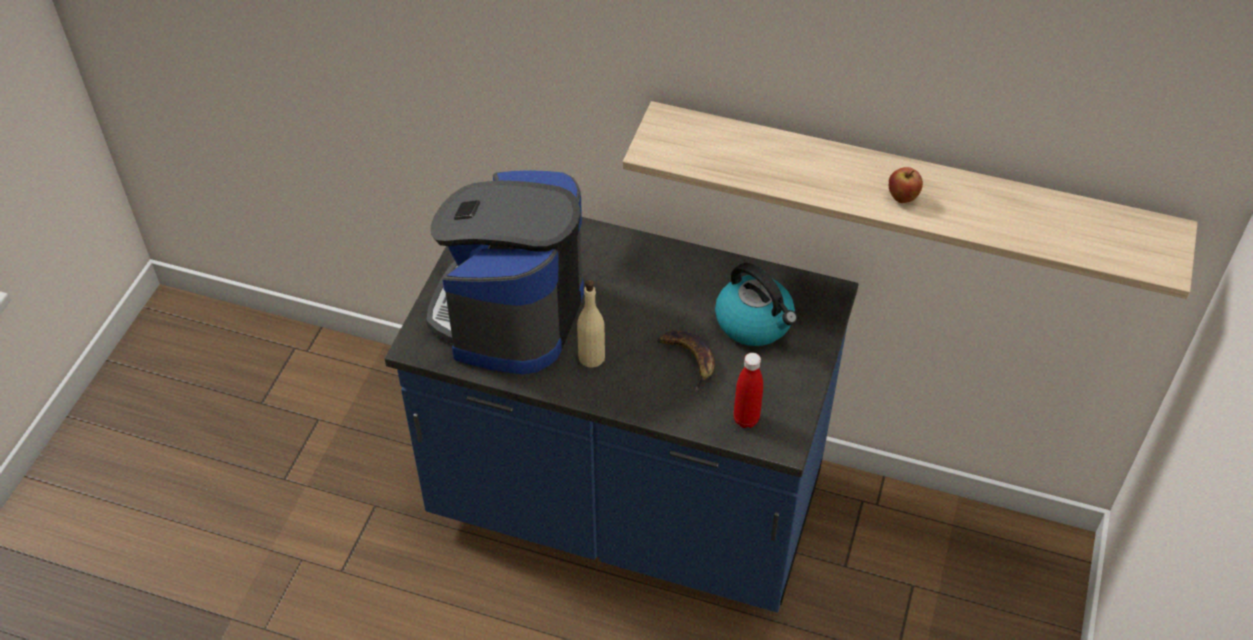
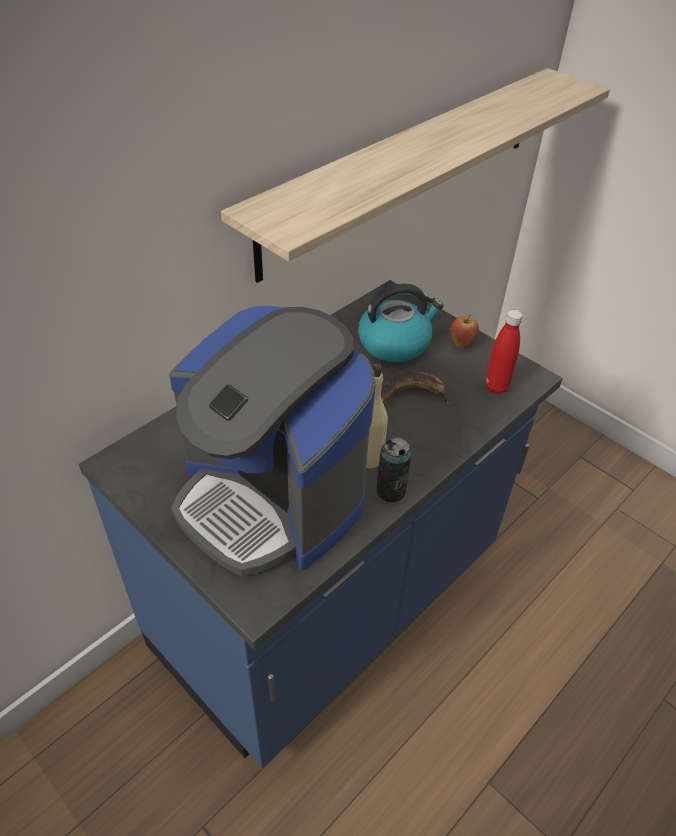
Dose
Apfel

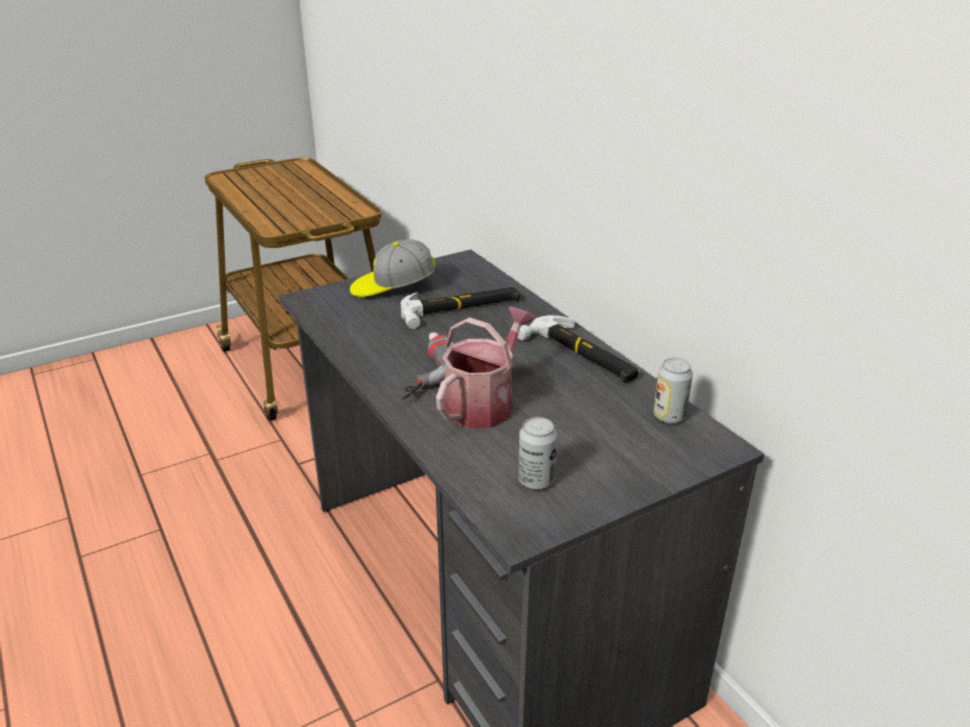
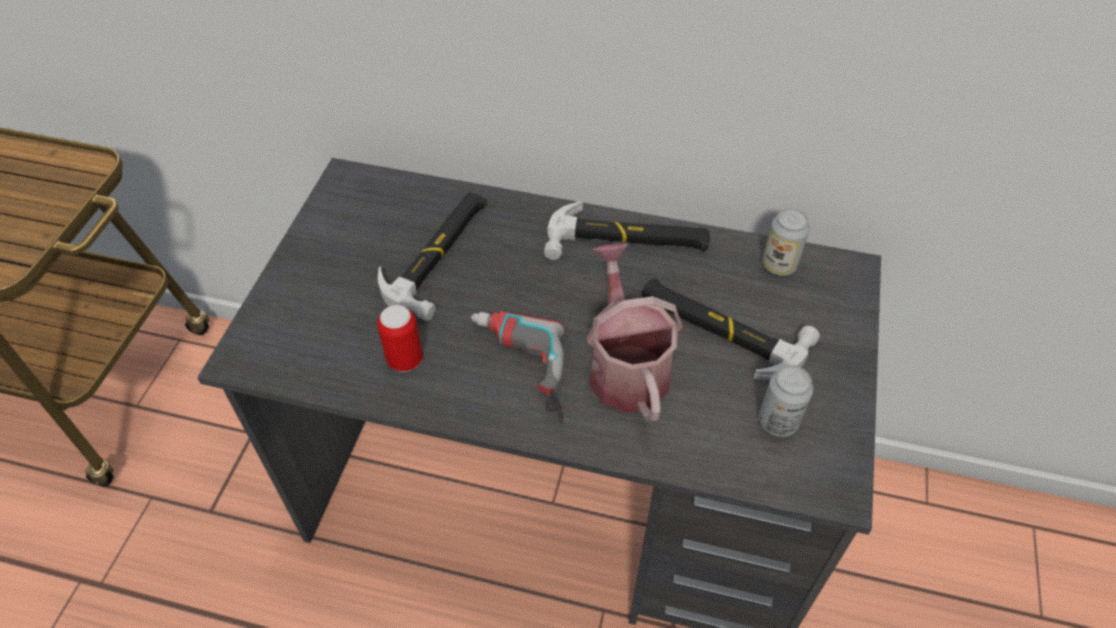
Kappe
Dose (no. 1 from left)
Hammer (no. 3 from left)

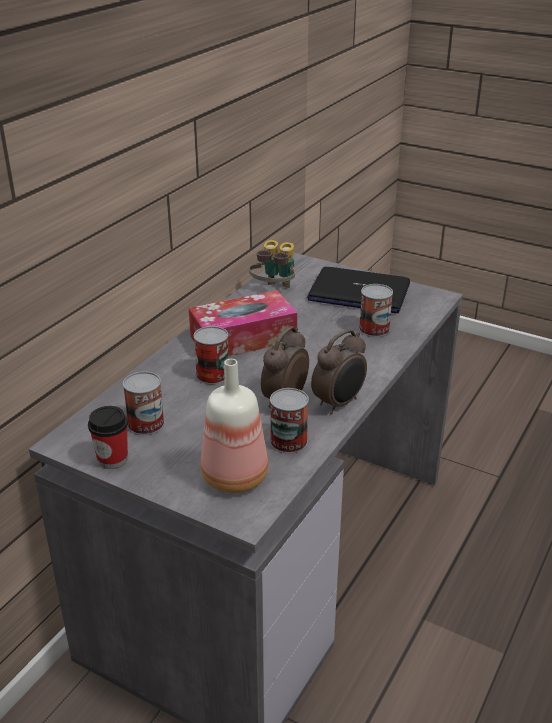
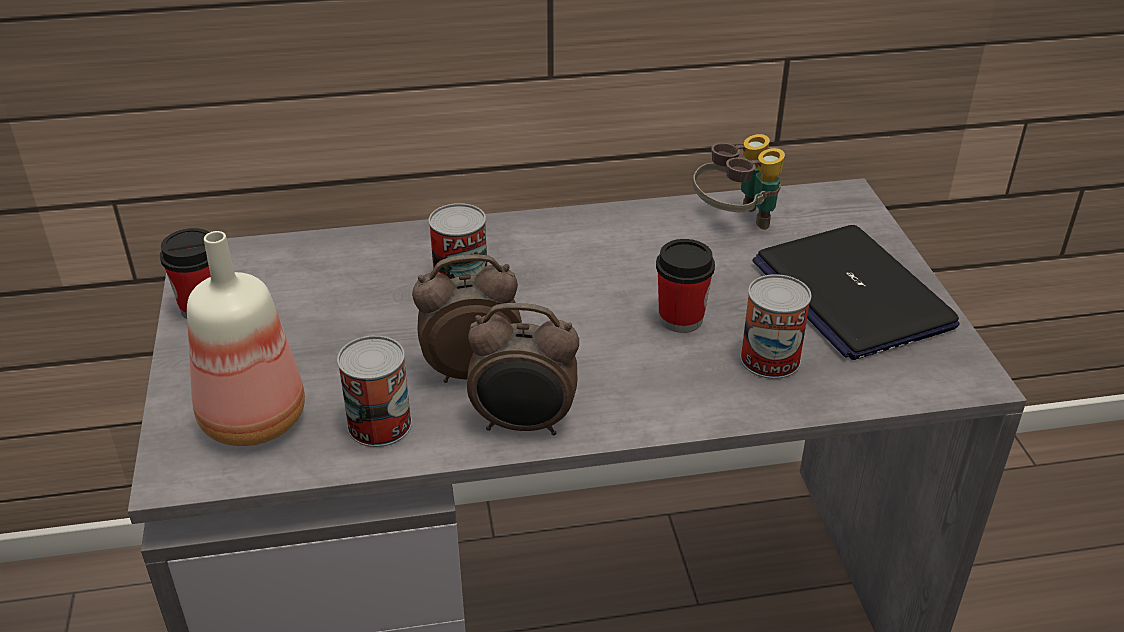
Dose (no. 1 from left in the first image)
Taschentuchbox
Tasse (no. 2 from left)

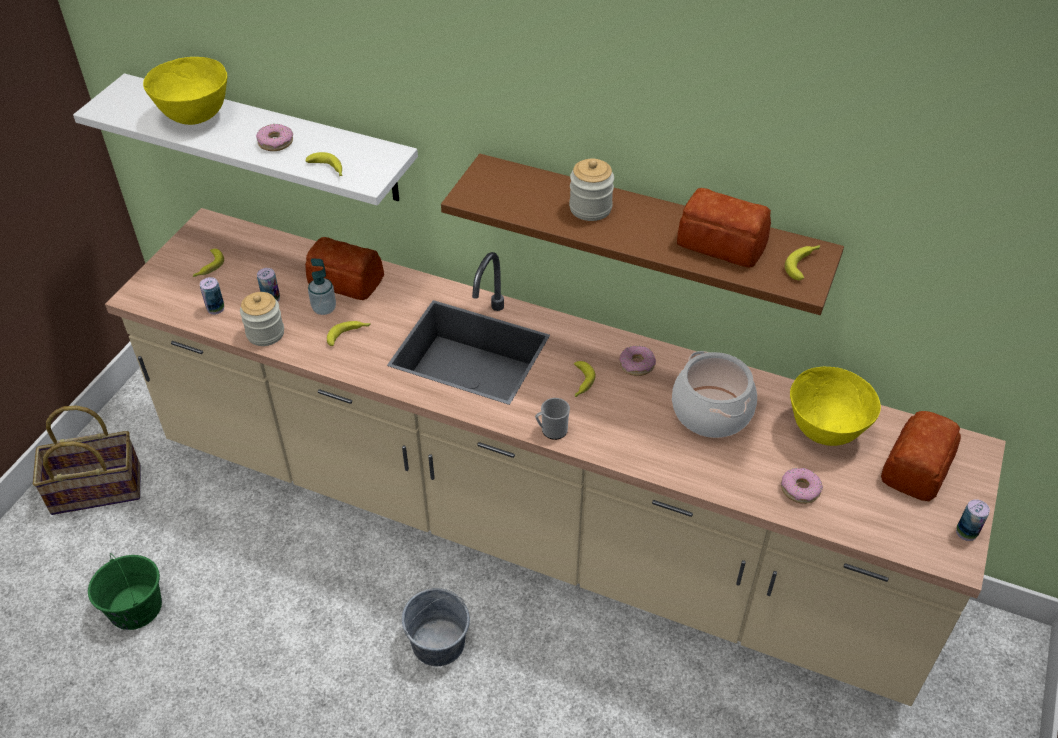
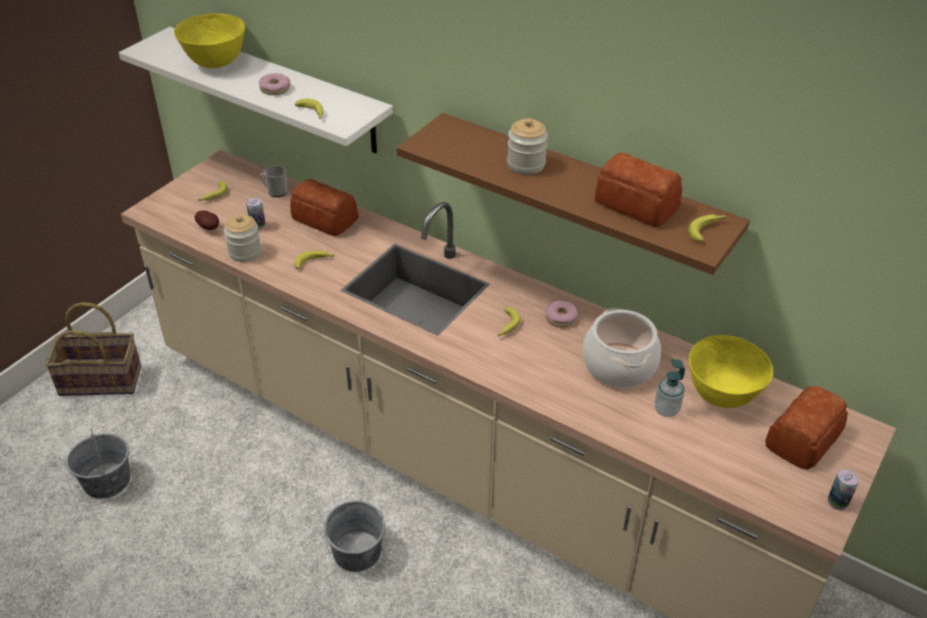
Donut (no. 3 from left in the first image)
Seifenspender
Henkelbecher
Kartoffel
Eimer [grau] (no. 1 from left)

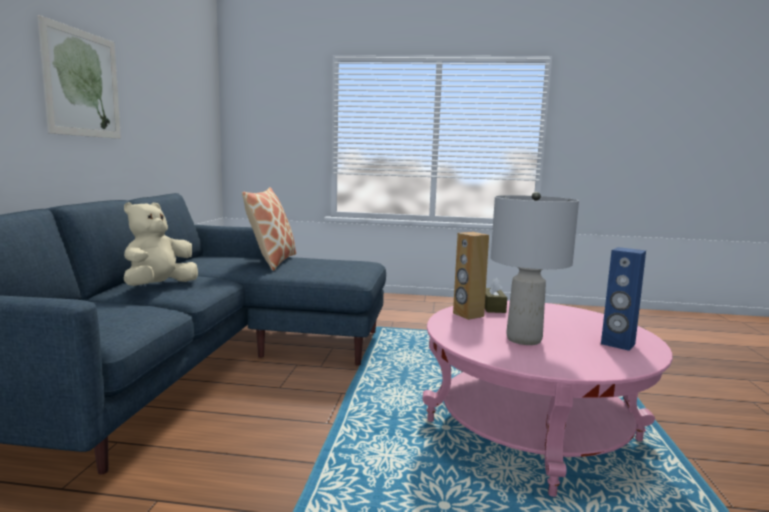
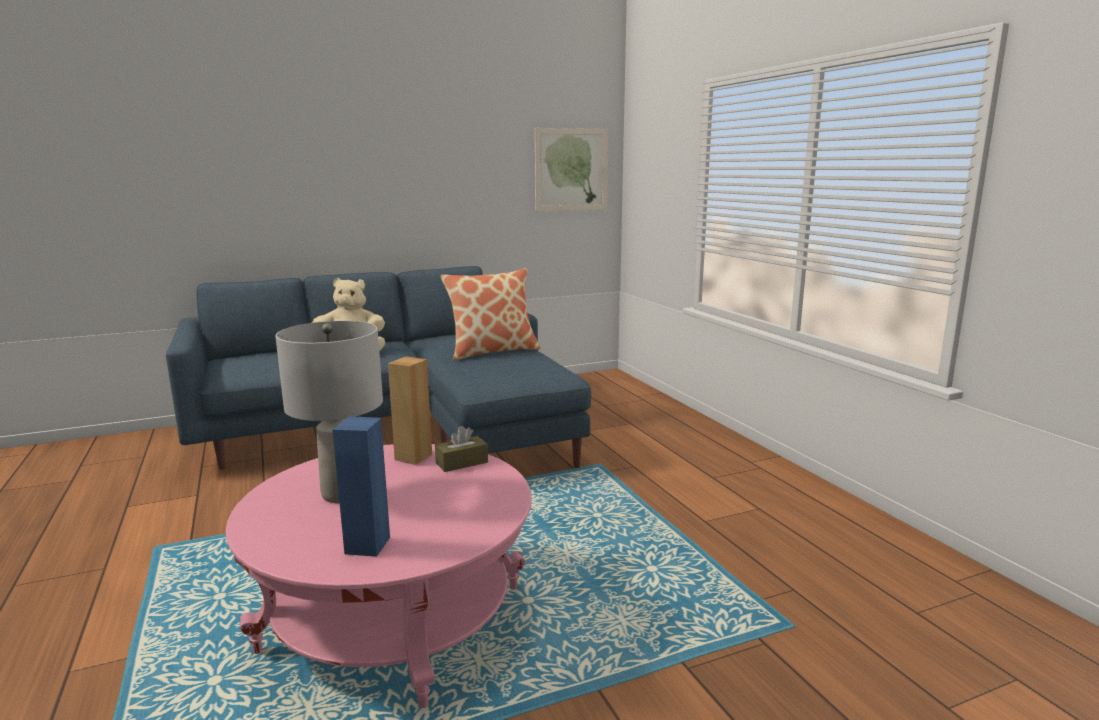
Bild

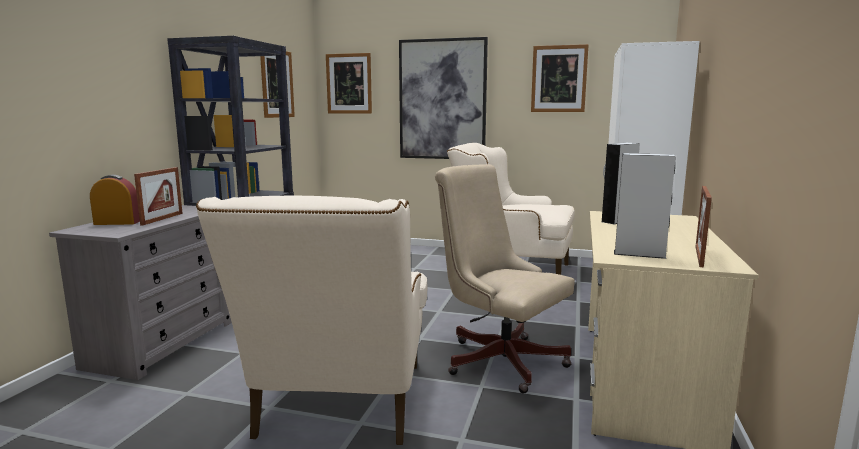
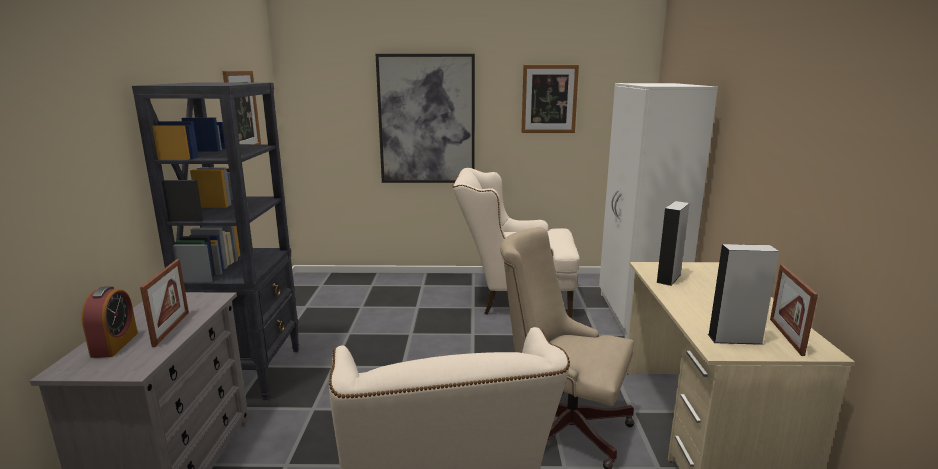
Bild (no. 2 from left in the first image)
Wecker

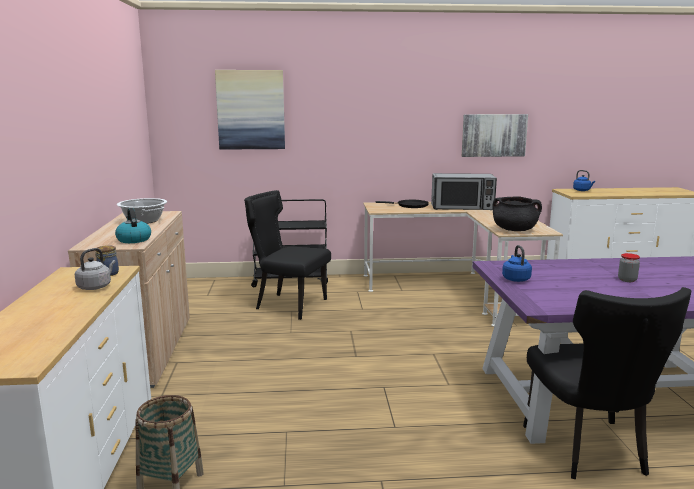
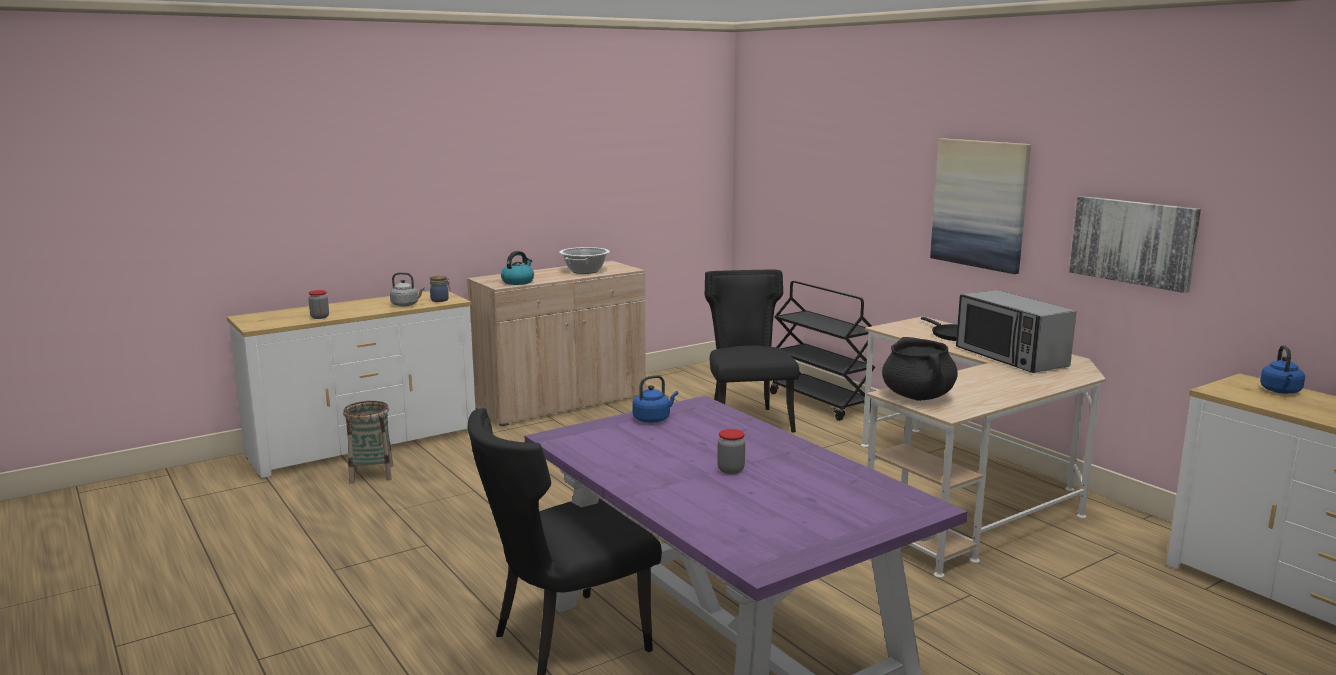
Vorratsglas (no. 1 from left)
Bild (no. 1 from left)

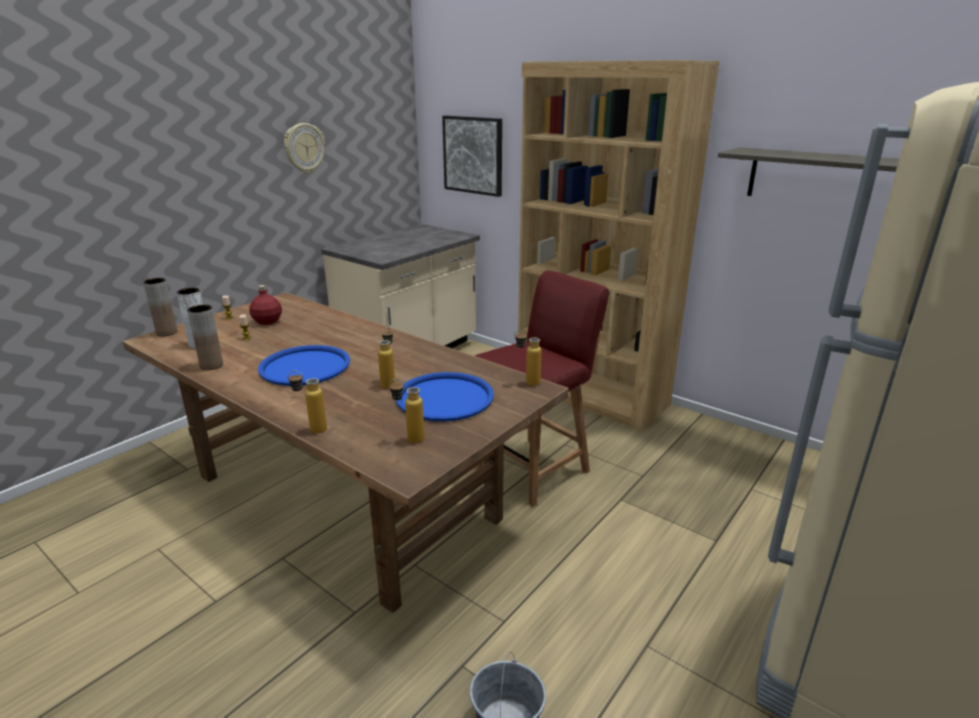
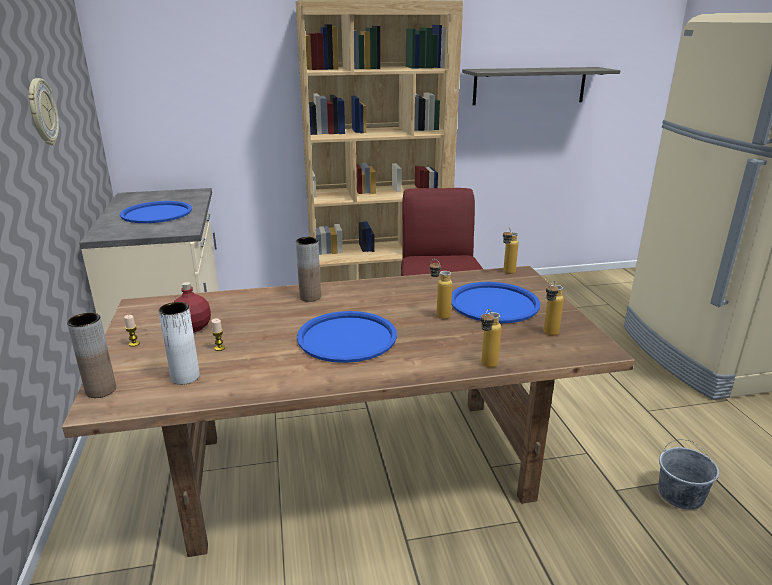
Bild
Tablett [blau] (no. 1 from left)
Vase [braun] (no. 2 from left)

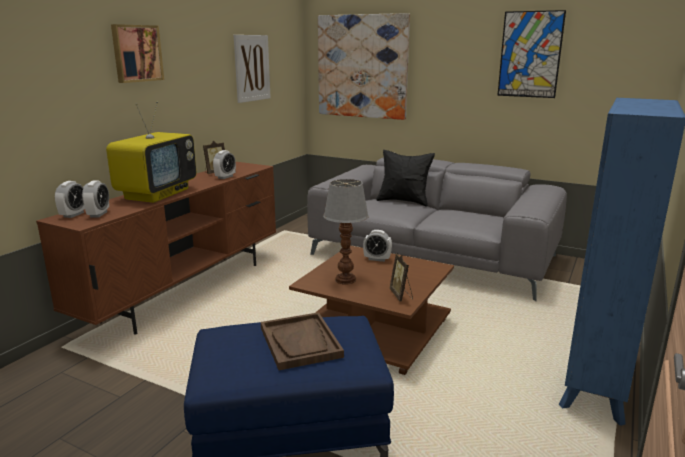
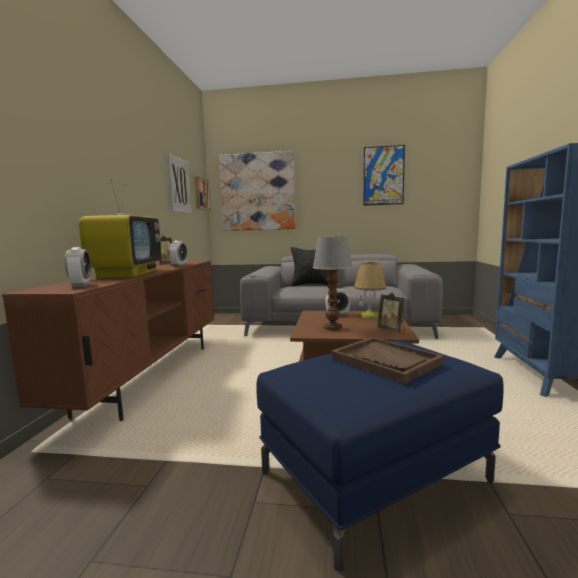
Wecker (no. 1 from left in the first image)
Tischlampe (no. 2 from left)
Bild (no. 2 from left)

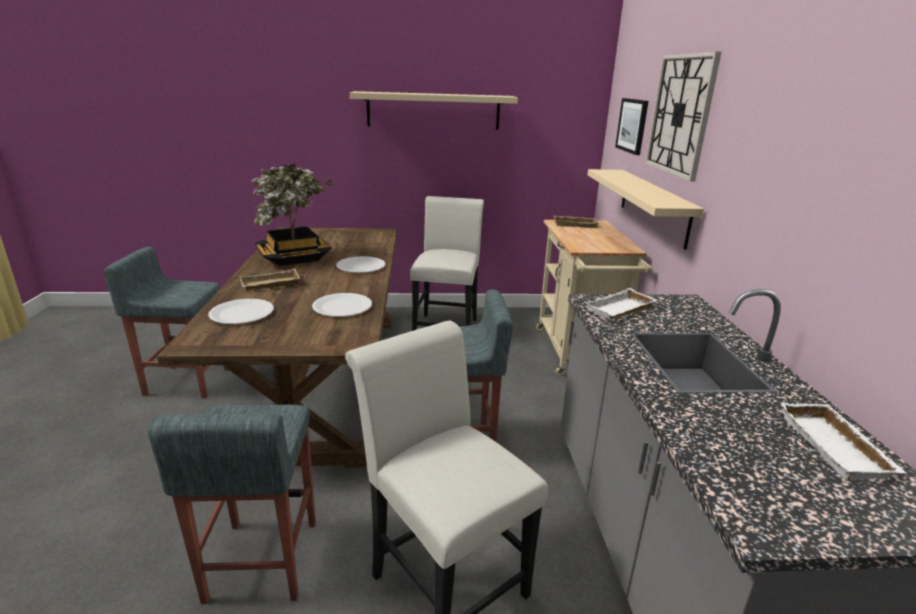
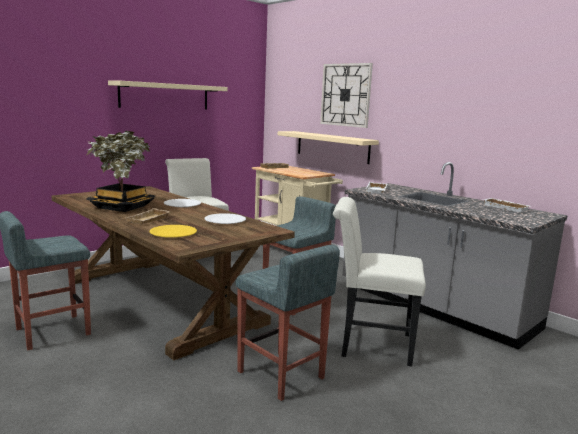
Bild
Teller [gelb]

